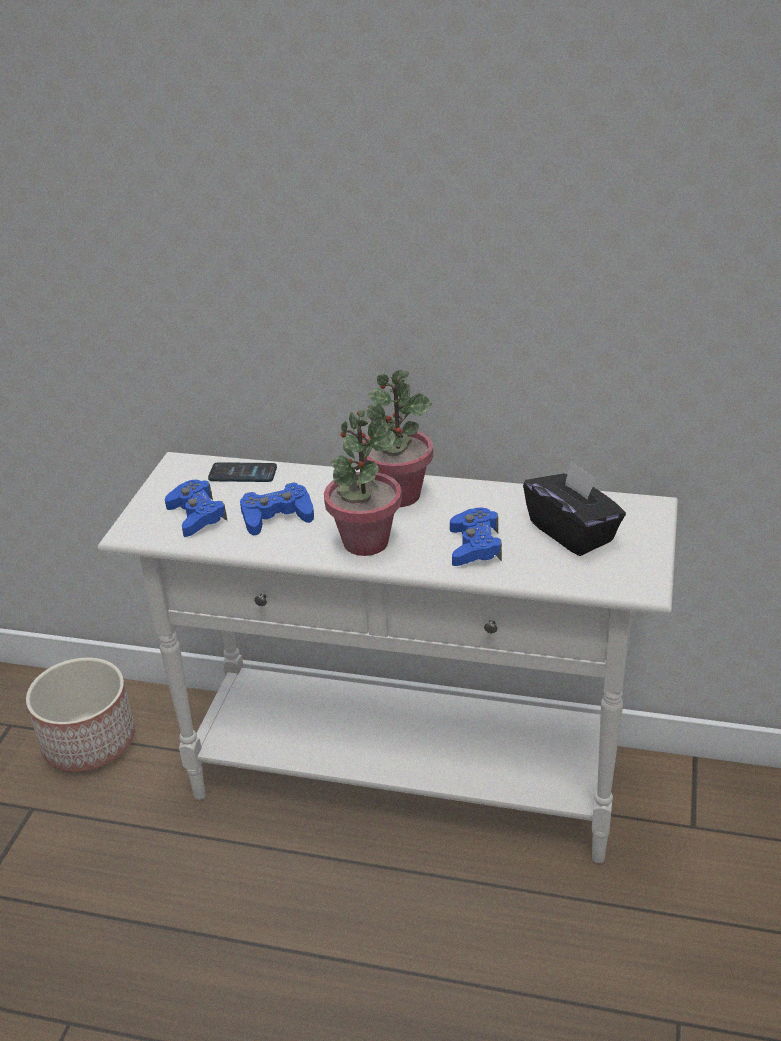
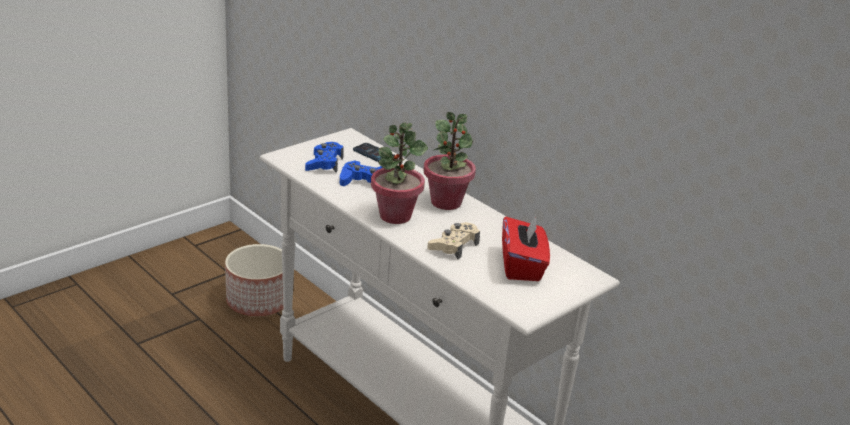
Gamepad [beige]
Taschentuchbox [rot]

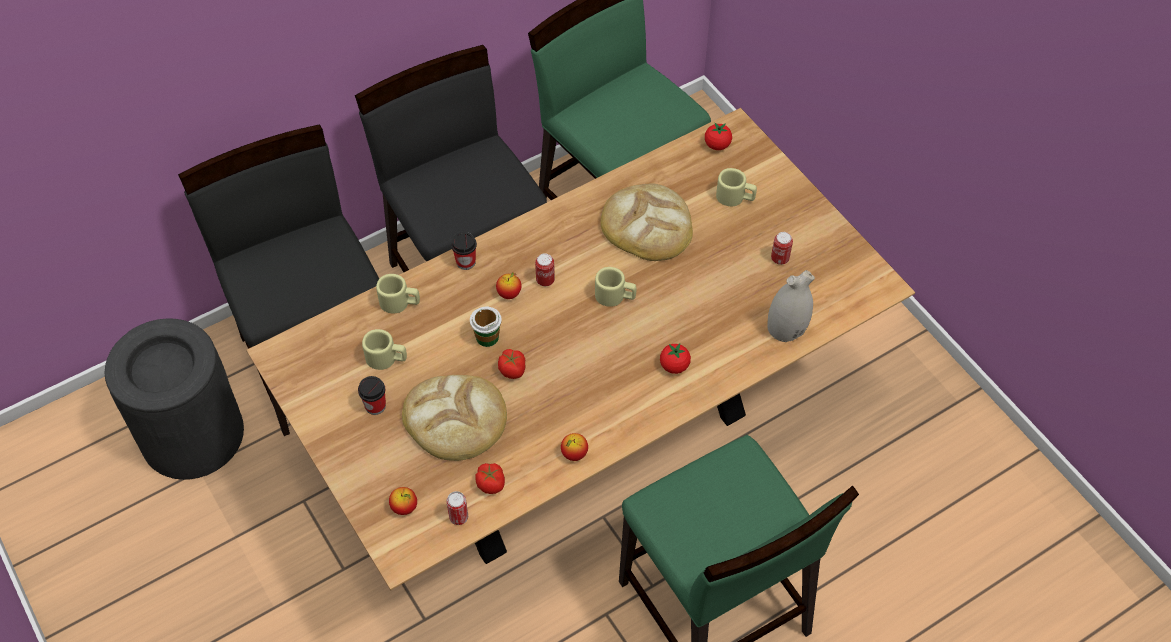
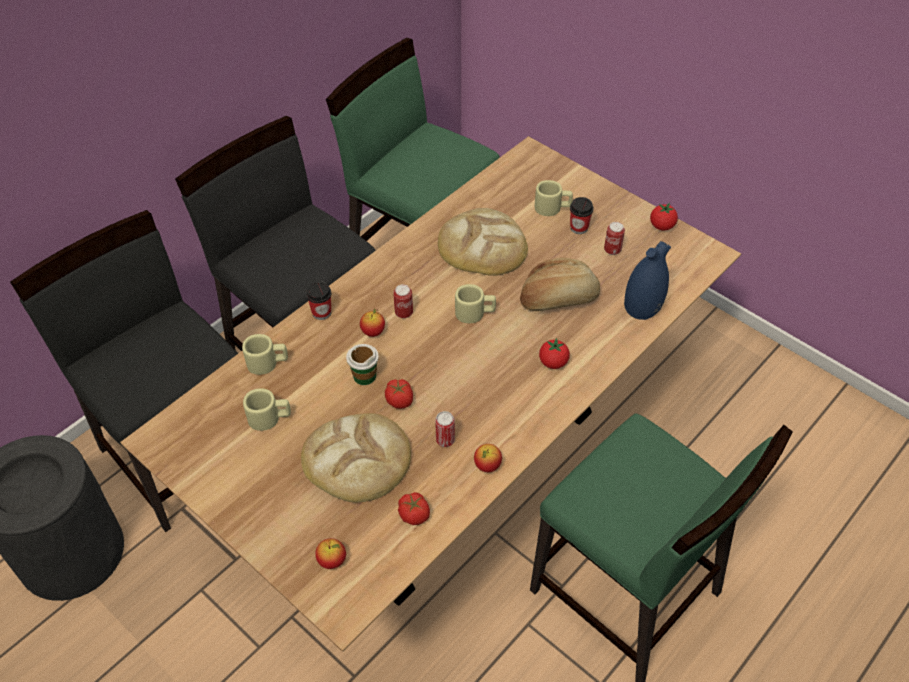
Brot (no. 3 from left)
Tasse (no. 3 from left)
Dose (no. 2 from left)
Tomate (no. 4 from left)
Vase [blau]

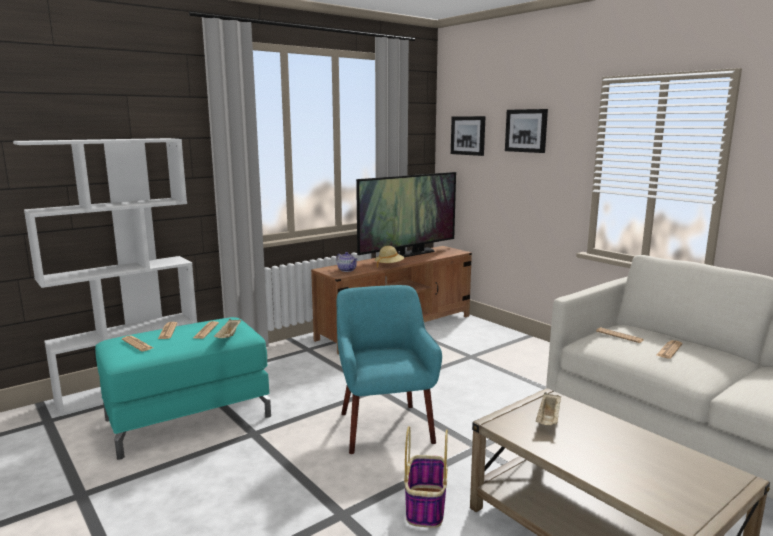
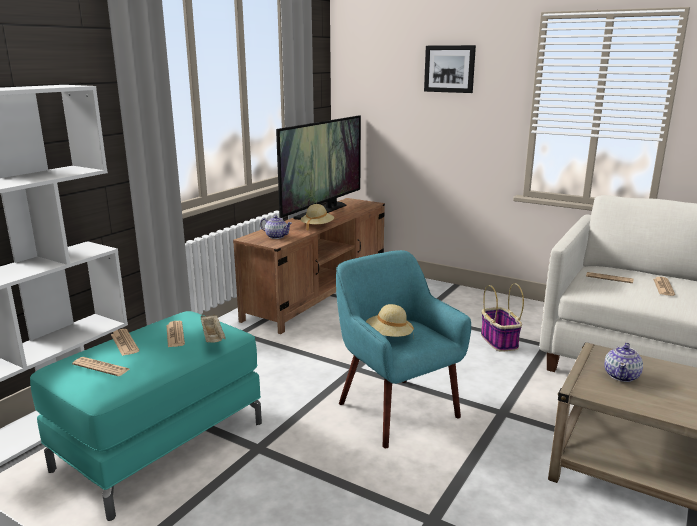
Bild (no. 1 from left in the first image)
Hut [beige] (no. 2 from left)
Korb
Teekanne (no. 2 from left)

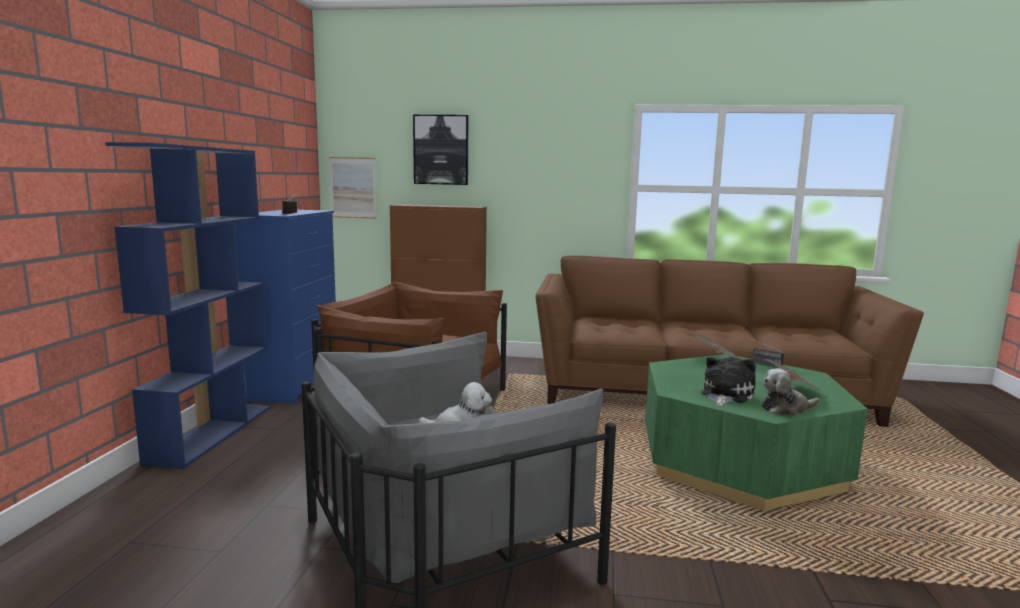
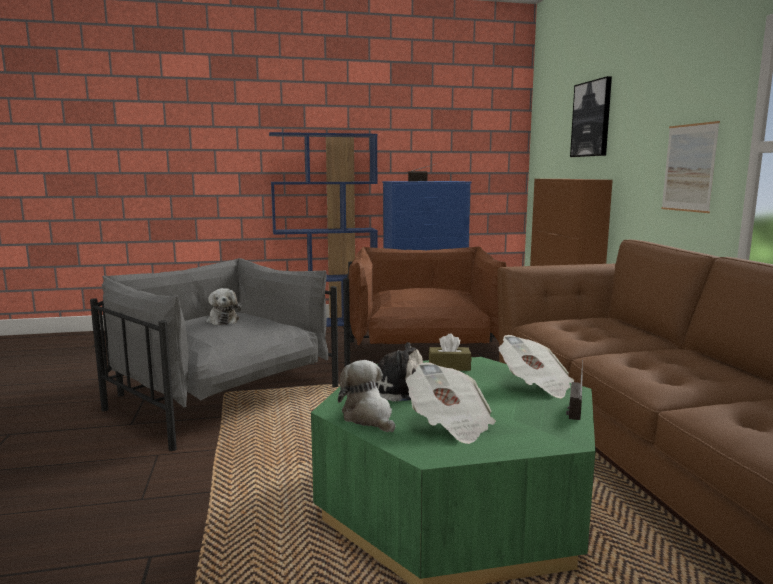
Taschentuchbox [braun]
Bild (no. 2 from left)

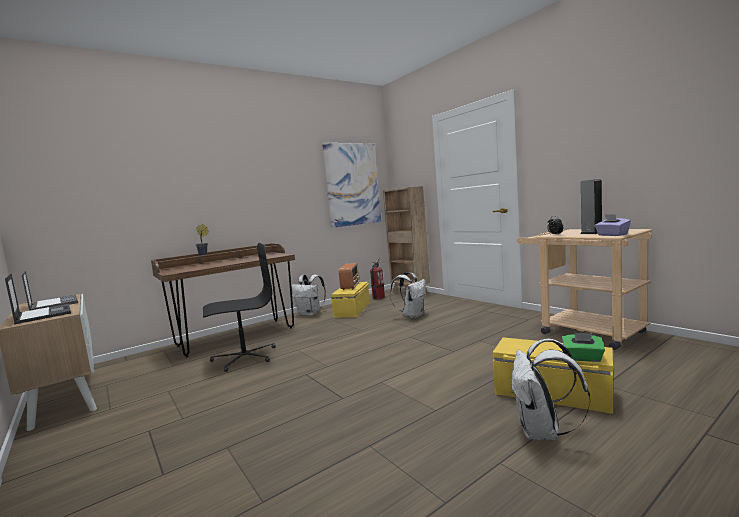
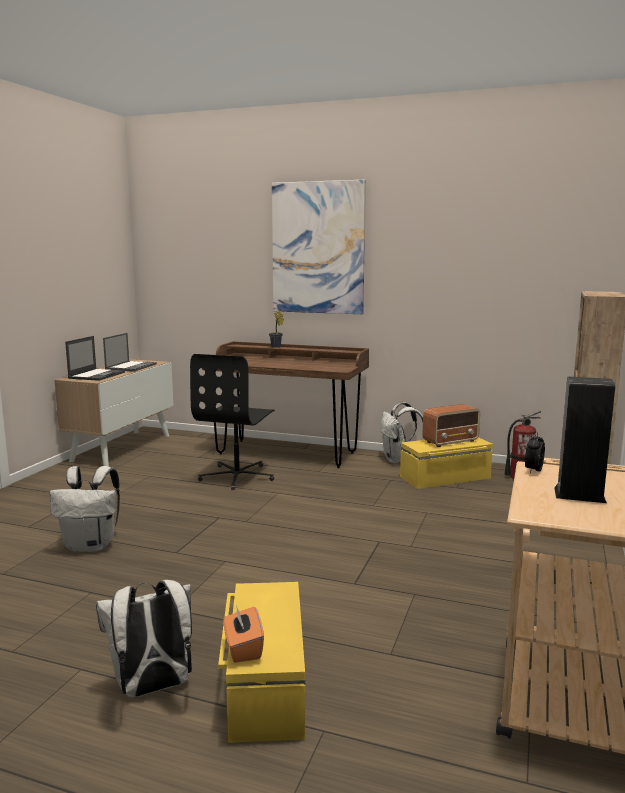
Taschentuchbox [lila]
Bild
Rucksack [weiß] (no. 1 from left)
Taschentuchbox [orange]
Bürostuhl [schwarz]

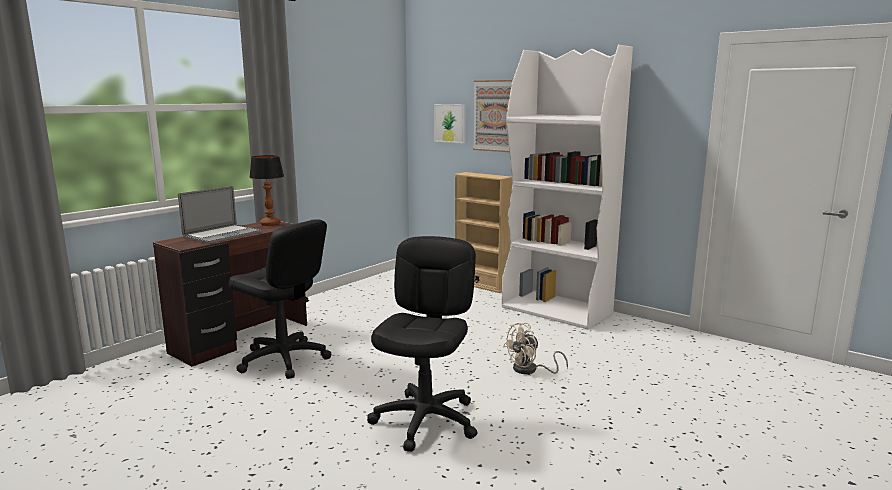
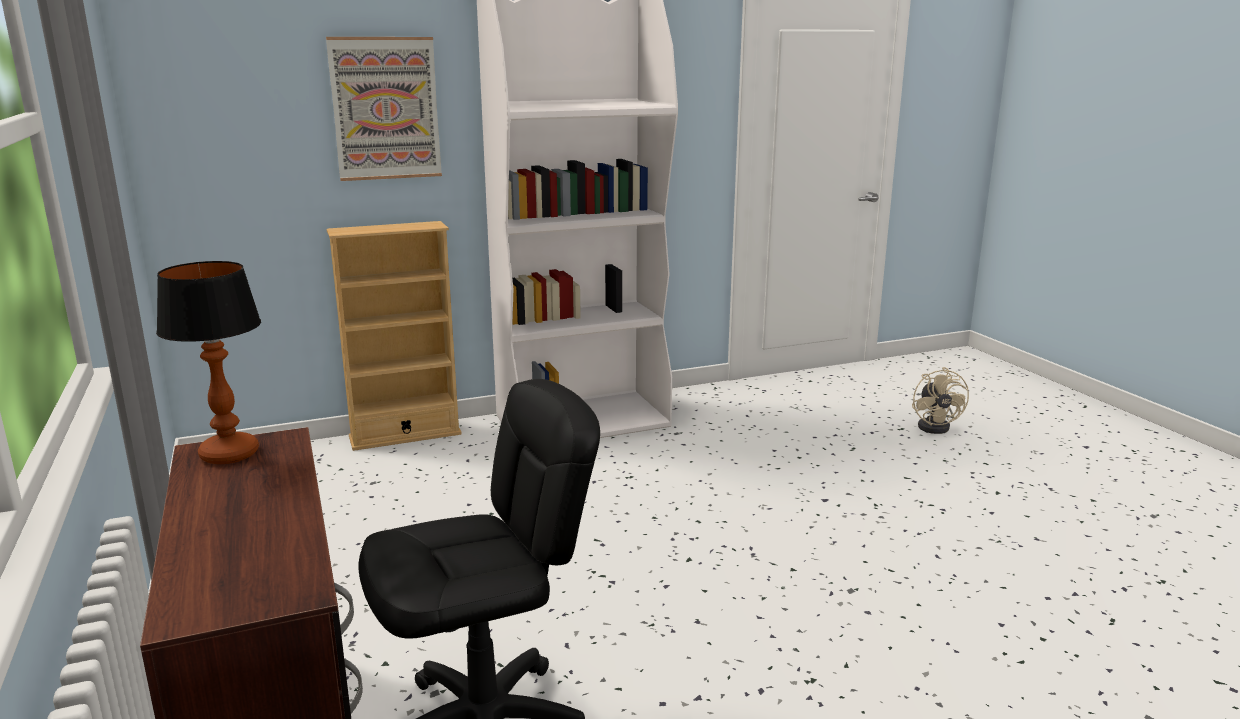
Laptop
Bürostuhl [schwarz] (no. 2 from left in the first image)
Bild (no. 1 from left in the first image)
Ventilator [beige]

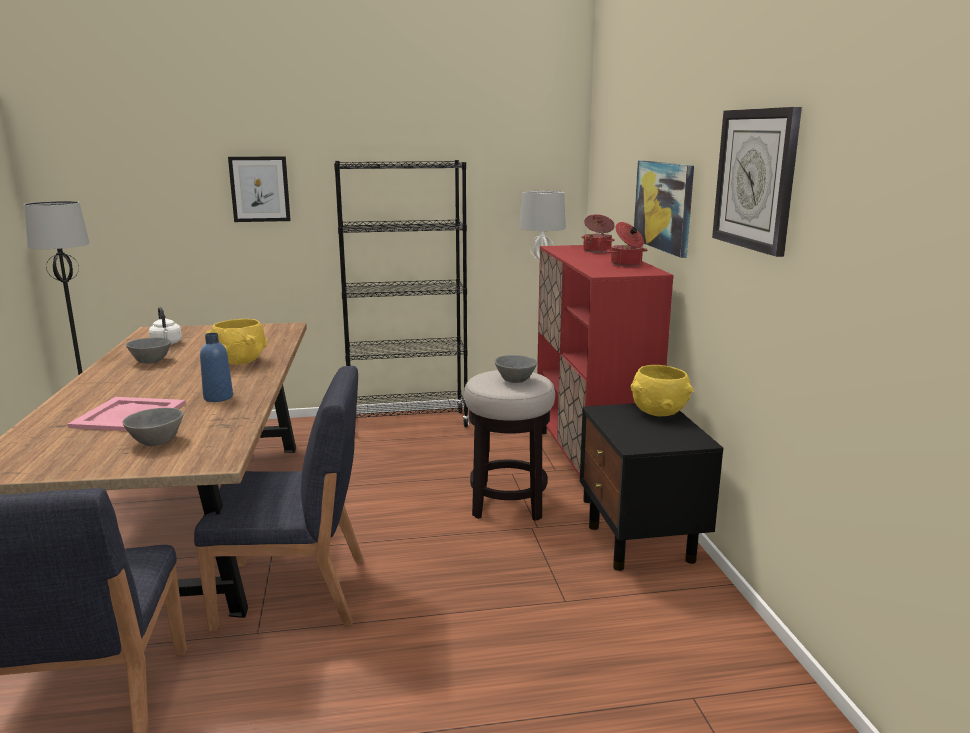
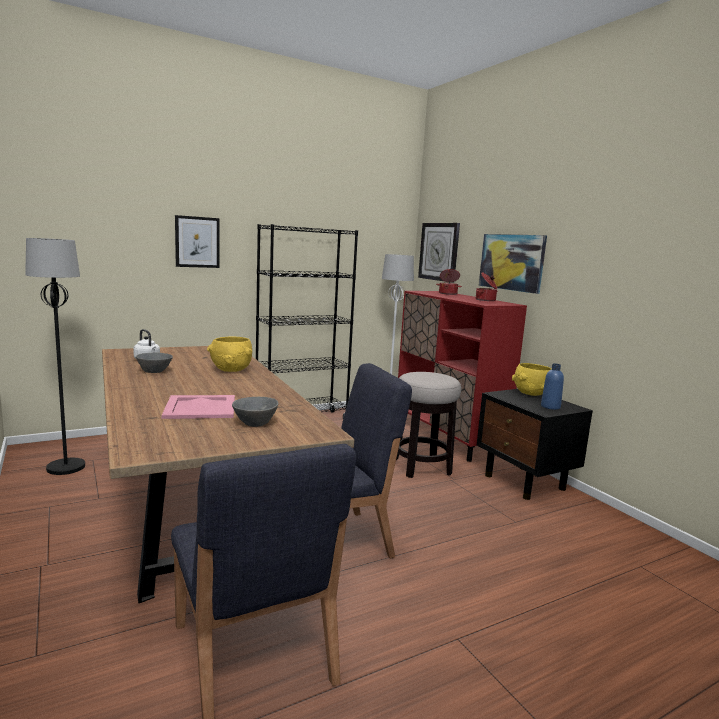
Schüssel [grau] (no. 3 from left in the first image)
Flasche [blau]
Wanduhr

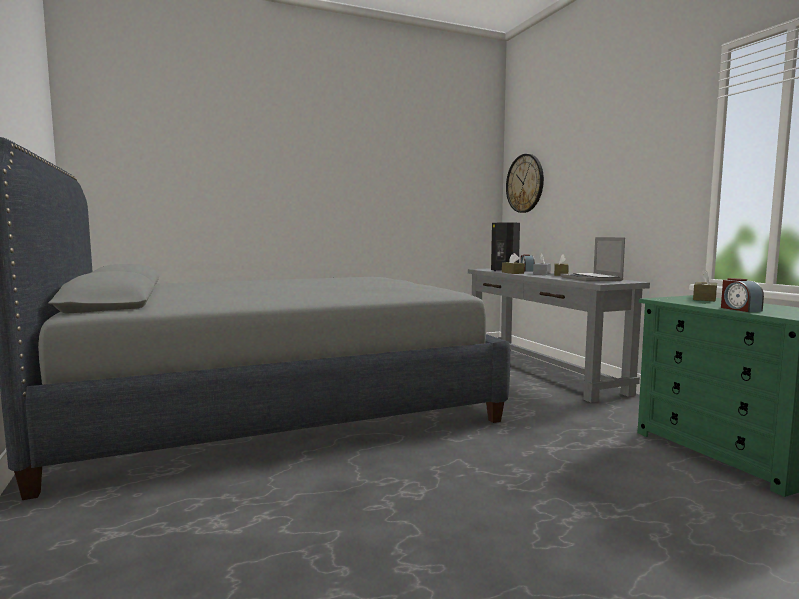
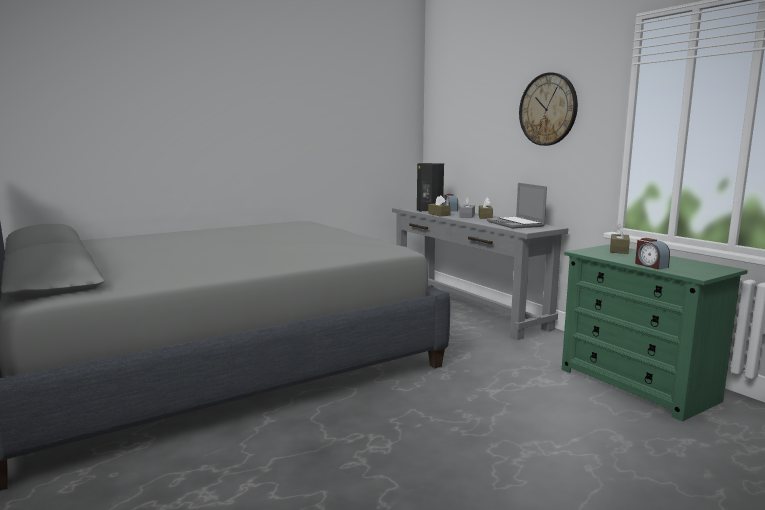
Wanduhr

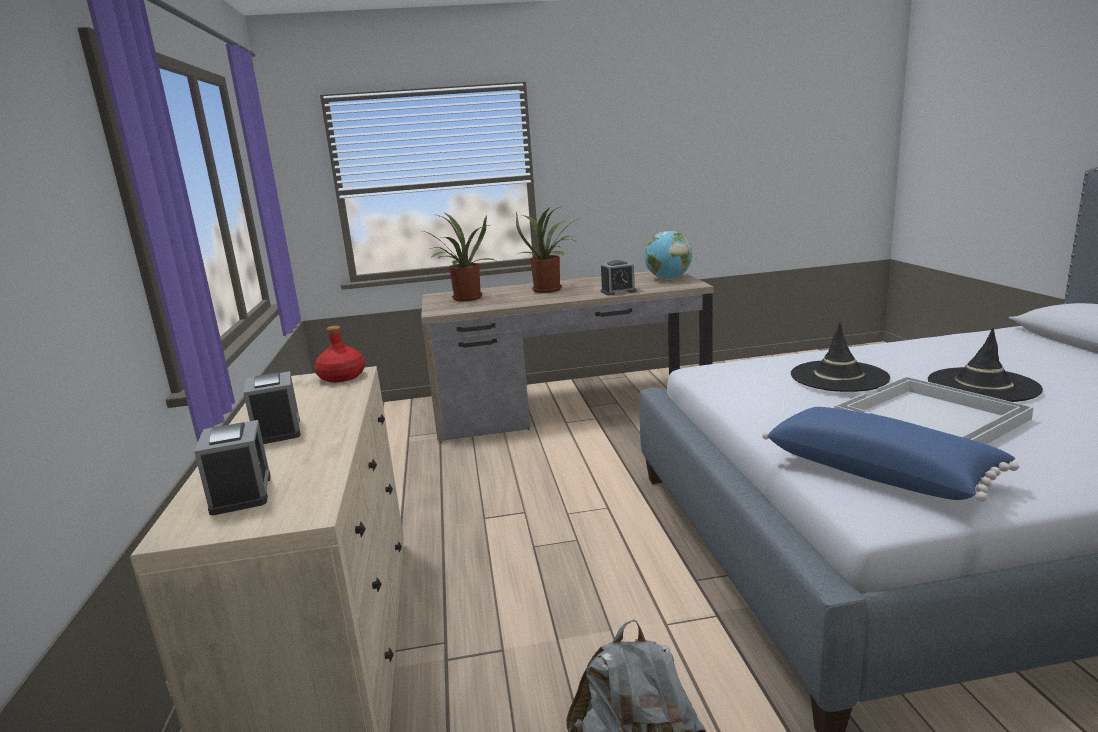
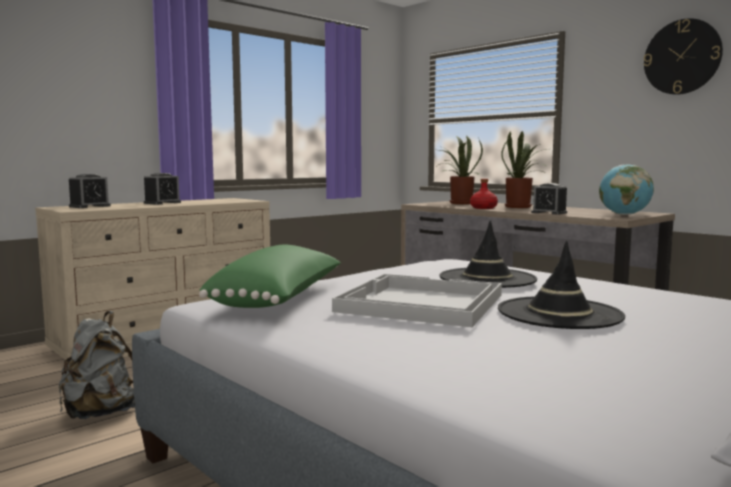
Wanduhr
Flasche [rot]
Kissen [grün]

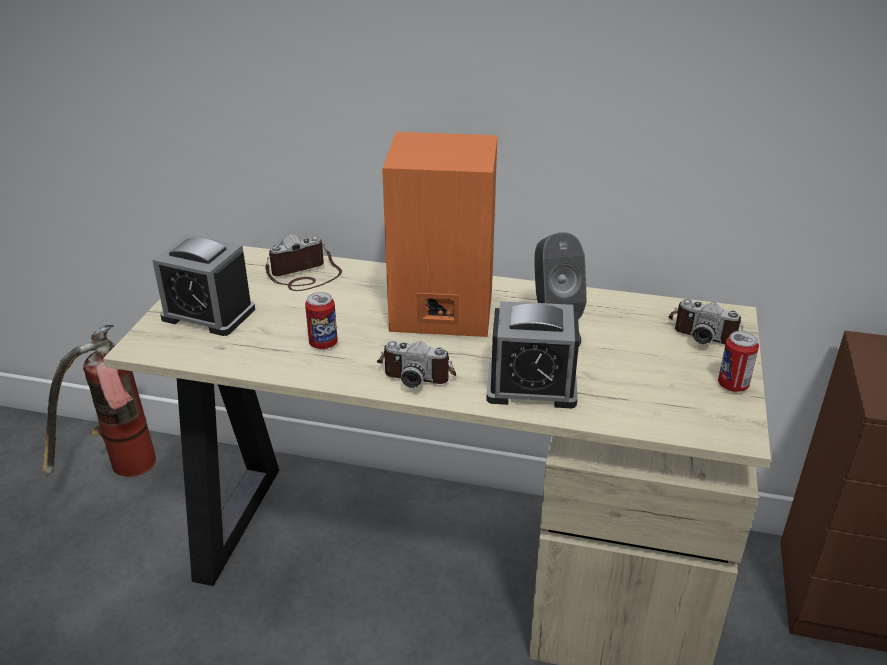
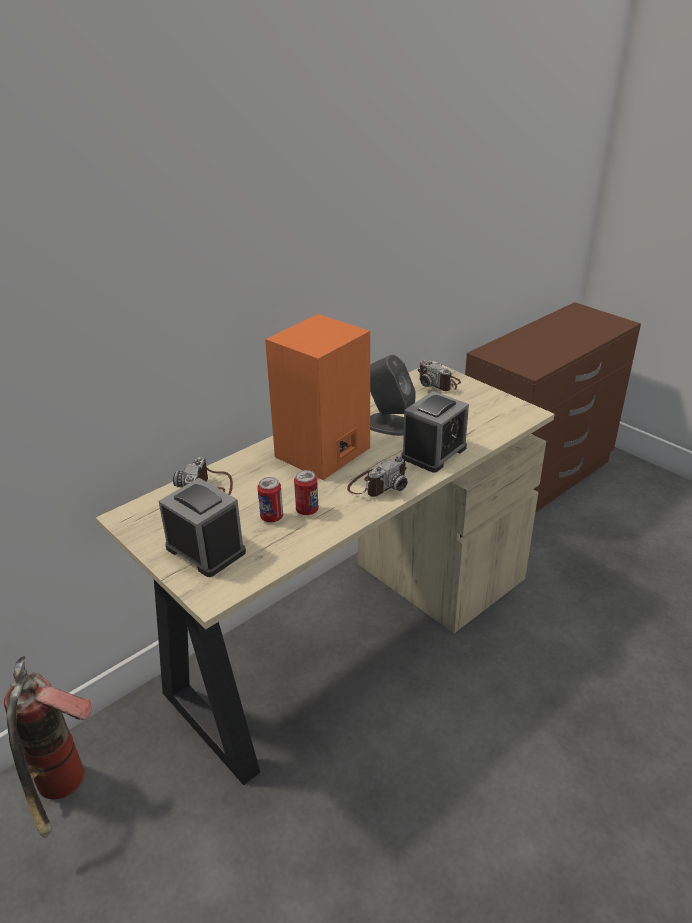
Dose (no. 1 from left)
Wecker (no. 1 from left)
Kamera (no. 3 from left)

